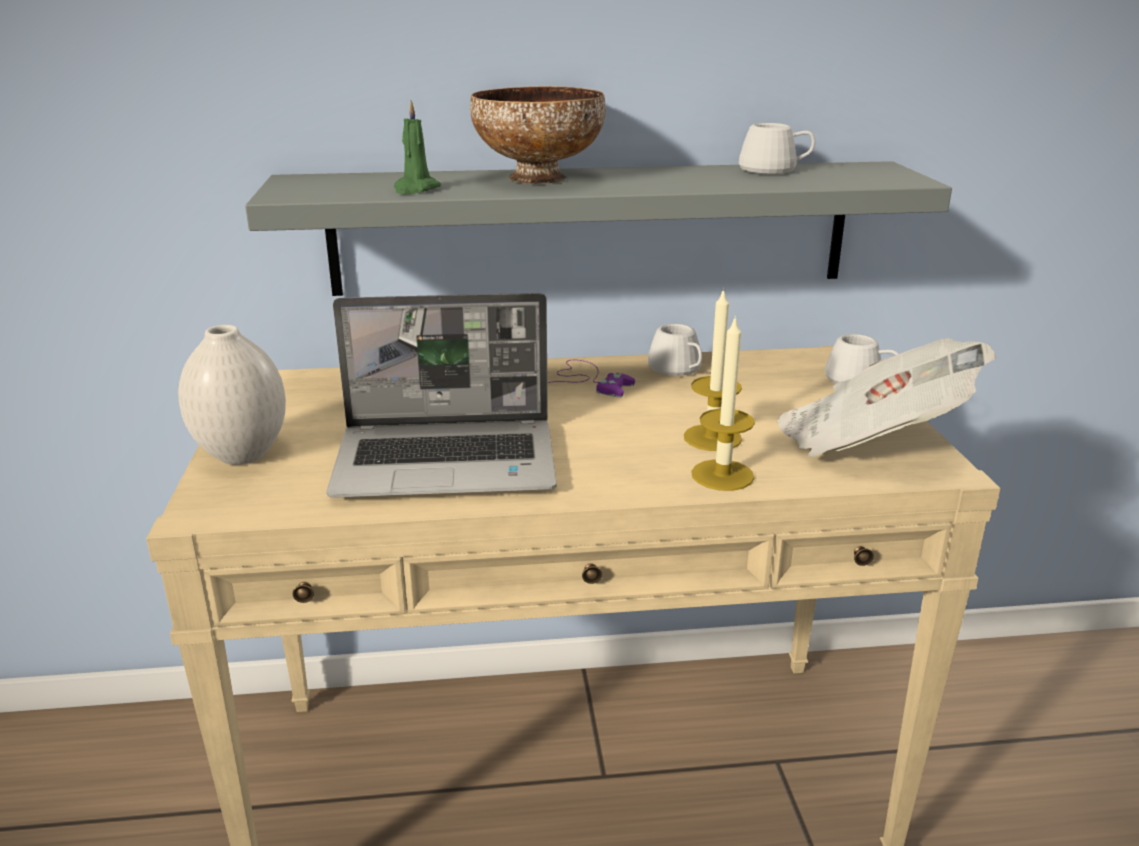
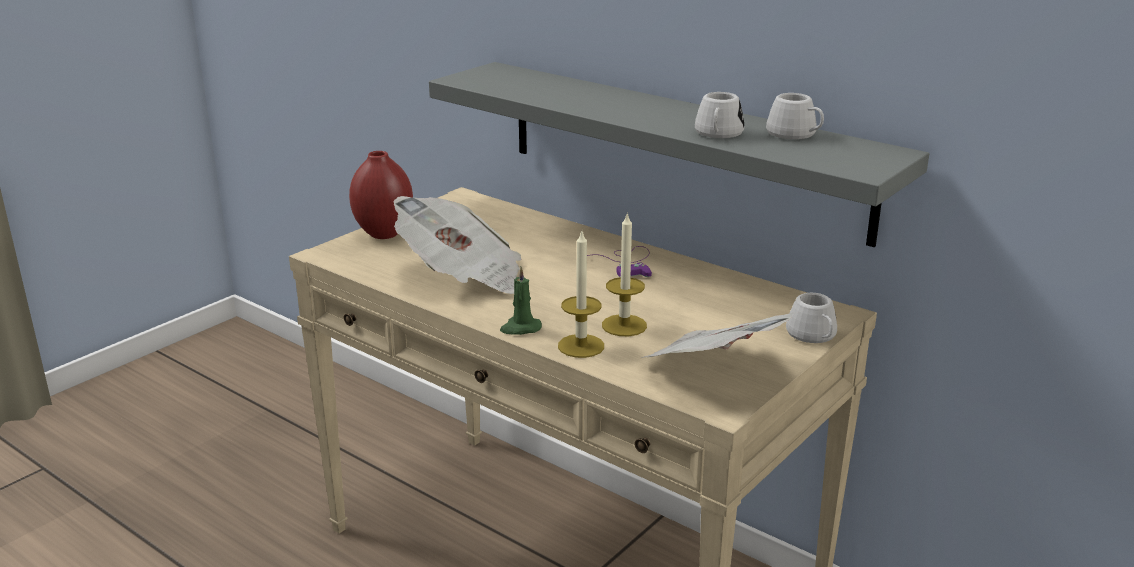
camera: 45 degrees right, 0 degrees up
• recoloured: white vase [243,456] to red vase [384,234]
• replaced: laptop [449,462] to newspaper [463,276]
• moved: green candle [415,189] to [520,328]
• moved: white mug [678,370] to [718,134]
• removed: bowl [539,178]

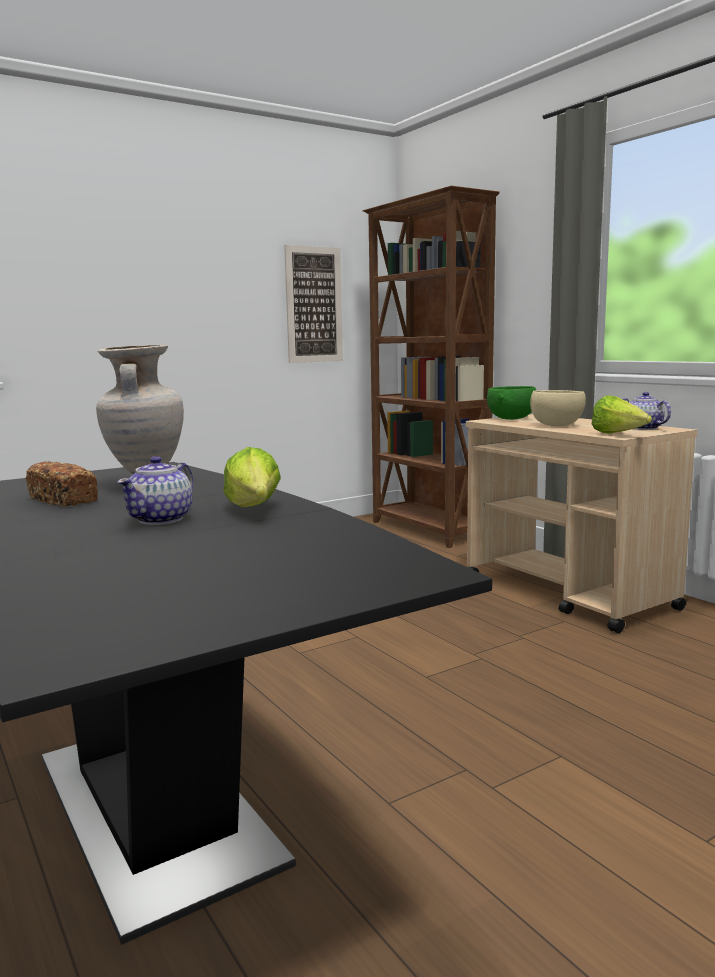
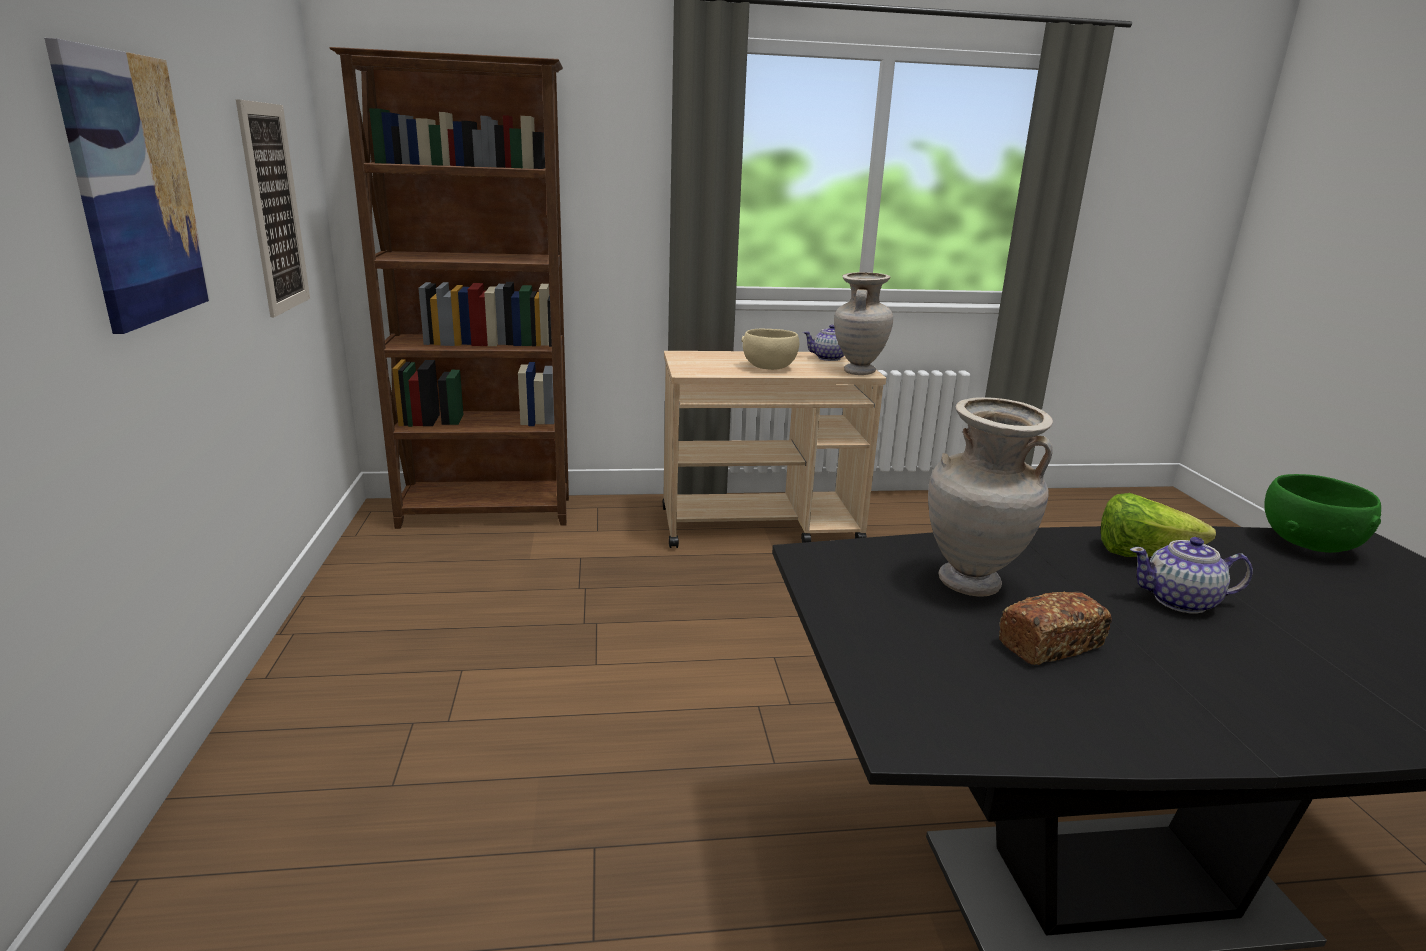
camera: 65 degrees left, 10 degrees up
• added: picture [134,190]
• replaced: lettuce [618,434] to beige vase [857,372]
• turned: teapot [161,519] = [1181,601] 135 degrees clockwise
• moved: green bowl [511,419] to [1309,544]

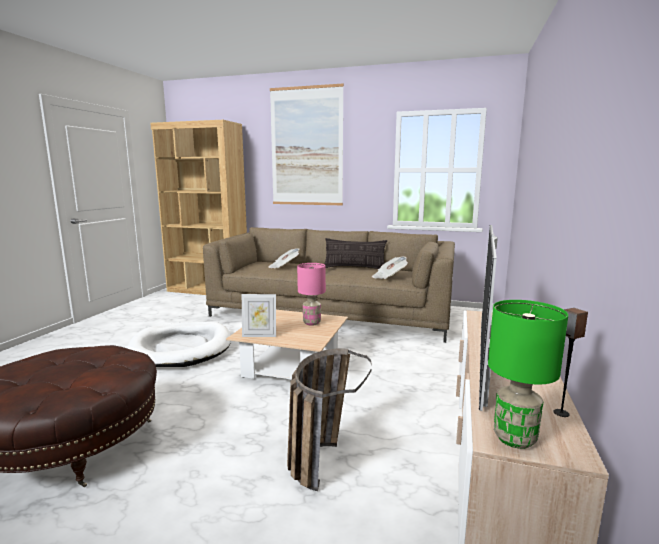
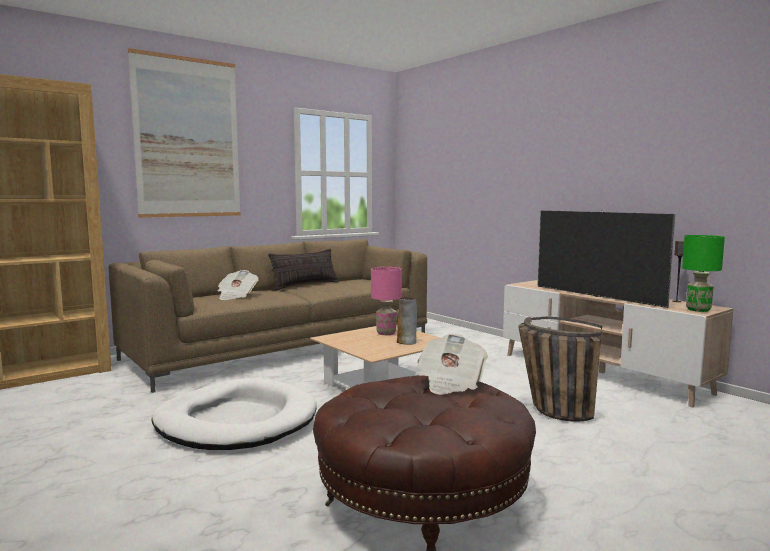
camera: 55 degrees left, 5 degrees down
• added: vase [407,342]
• moved: newspaper [389,277] to [450,383]
• removed: picture frame [259,335]

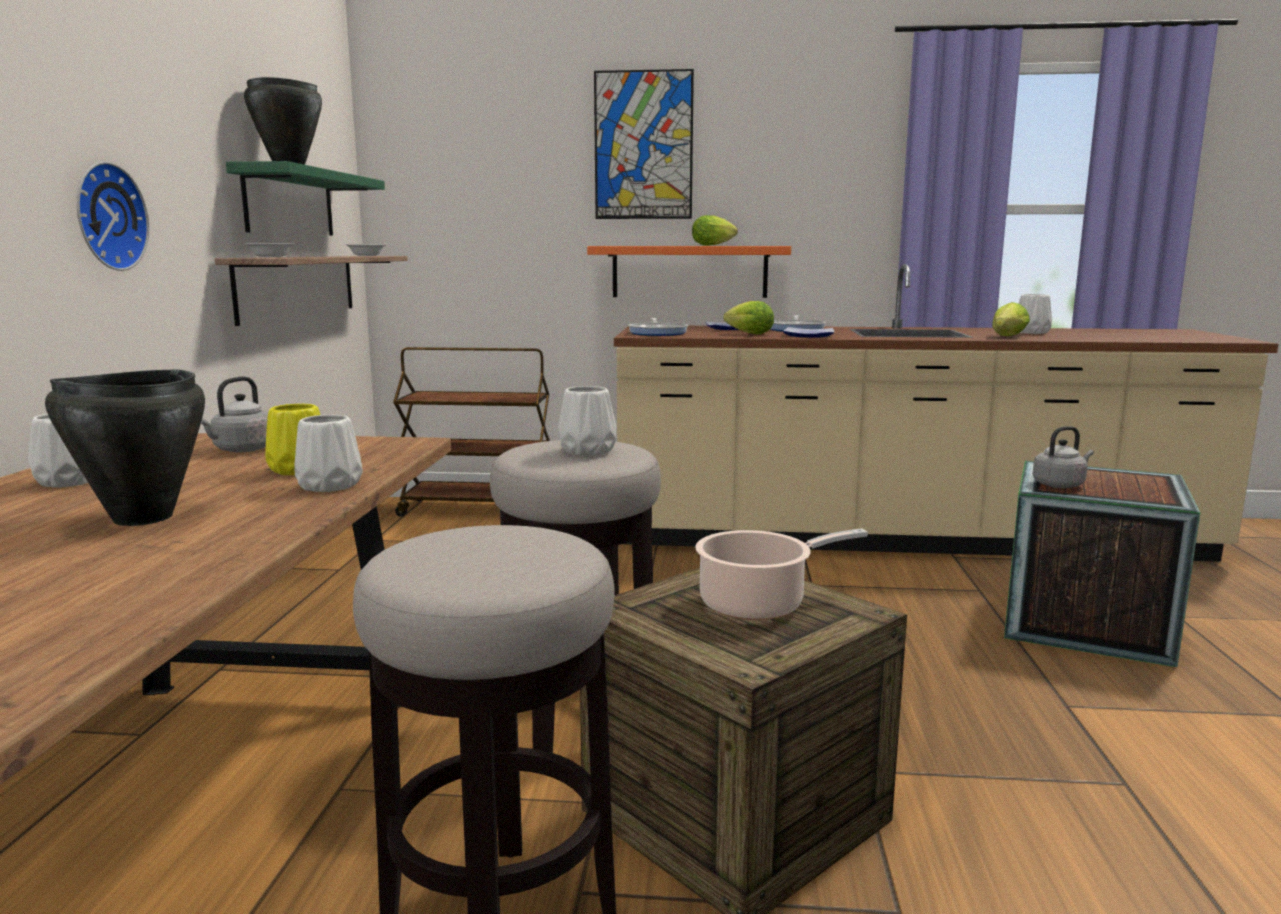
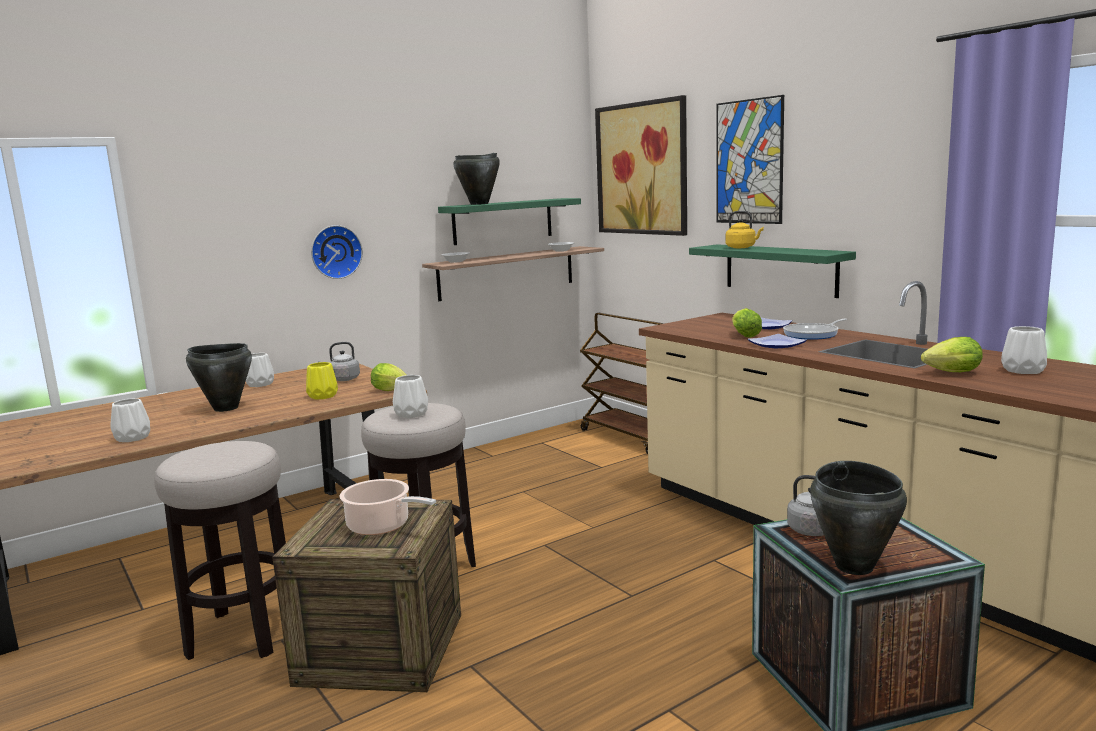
camera: 50 degrees right, 0 degrees up
• moved: white vase [329,486] to [131,438]
• moved: lettuce [715,245] to [392,391]
• added: picture [642,169]
• recoloured: orange shelf [689,272] to green shelf [780,269]
• added: yellow kettle [742,247]
• added: black cooking pot [854,566]
• removed: frying pan [658,333]

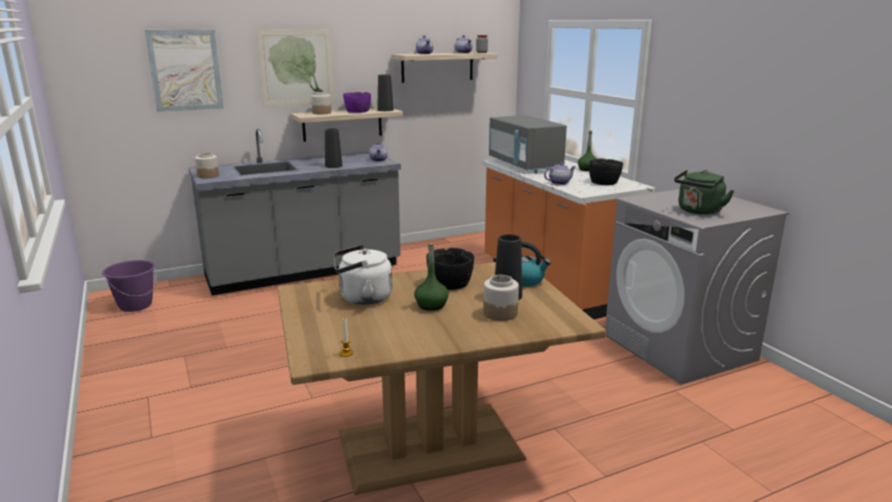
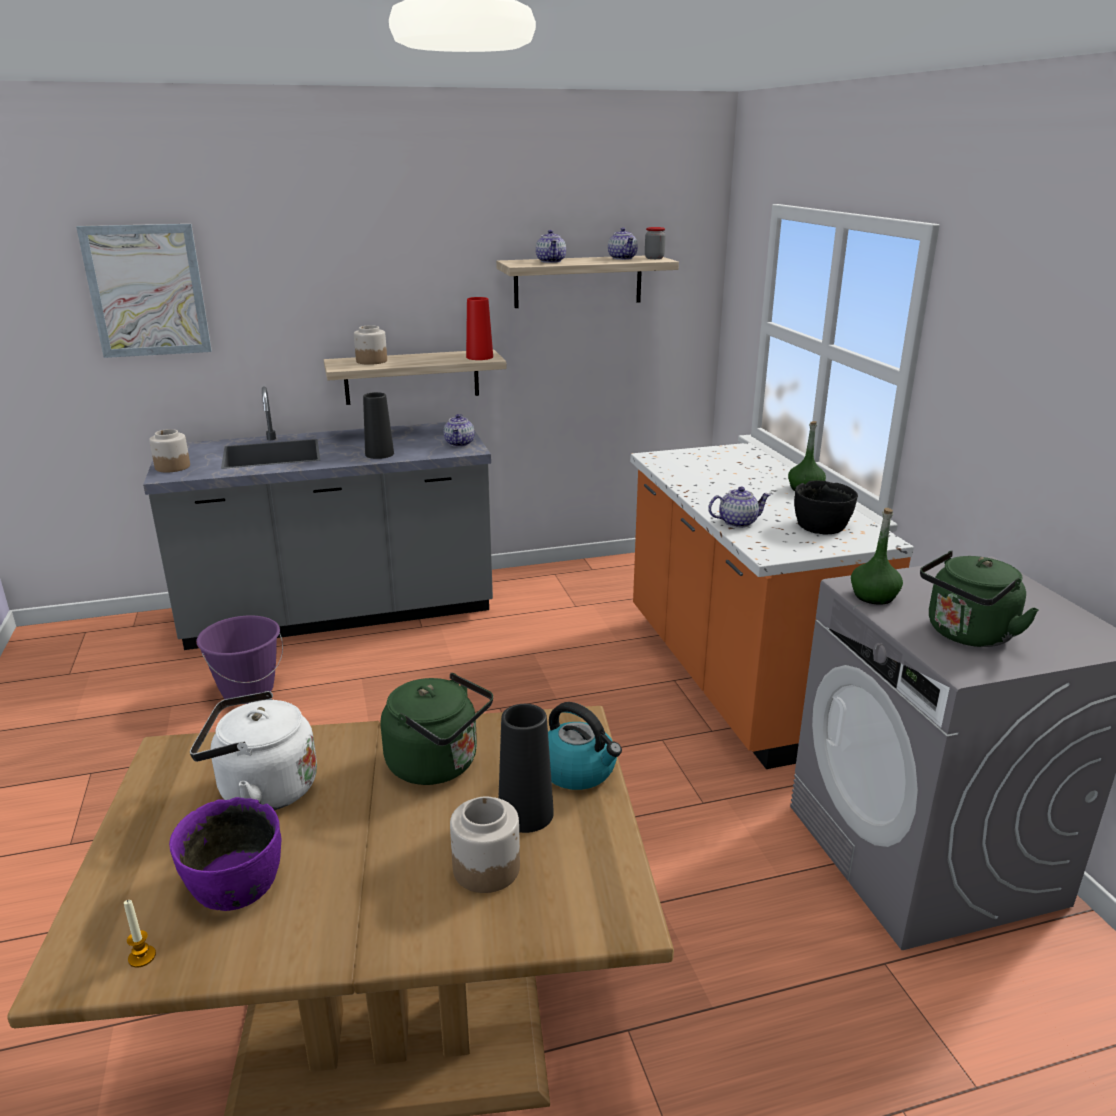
camera: 10 degrees right, 5 degrees up
• moved: purple bowl [358,111] to [234,883]
• moved: purple bucket [135,305] to [248,691]
• replaced: black bowl [450,283] to green kettle [438,765]
• recoloured: black vase [385,110] to red vase [479,357]
• moved: green bottle [431,305] to [874,596]
• removed: picture [296,68]
• removed: grey microwave [524,165]

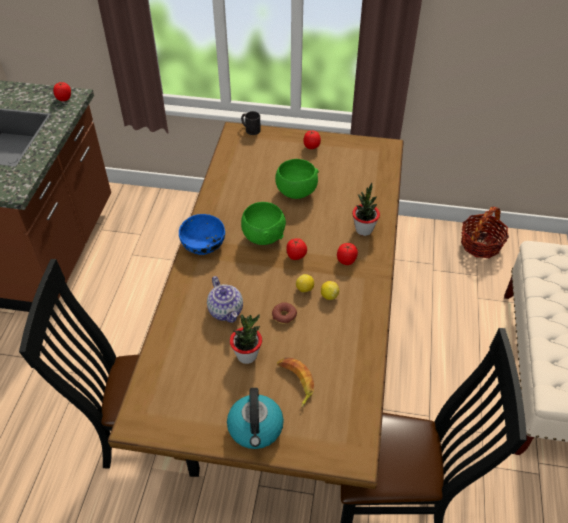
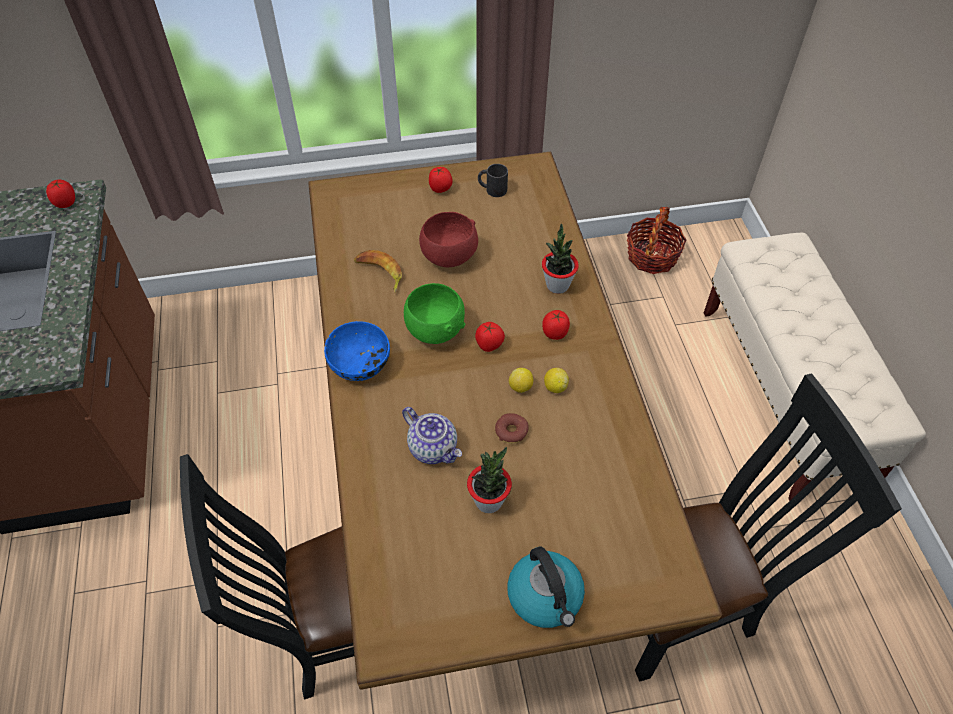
camera: 20 degrees left, 5 degrees up
• moved: banana [295,382] to [379,273]
• recoloured: green bowl [295,192] to red bowl [448,257]
• moved: black mug [250,129] to [492,189]

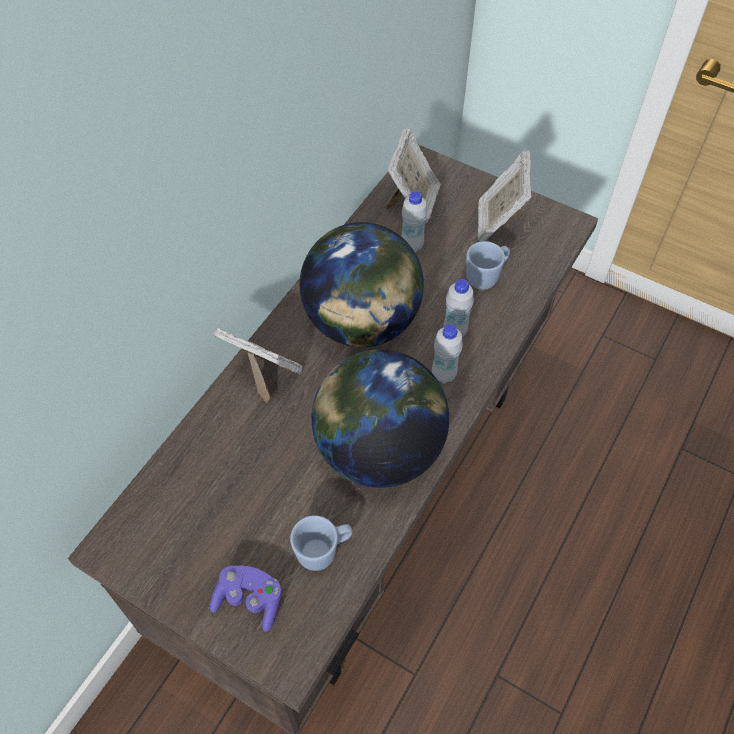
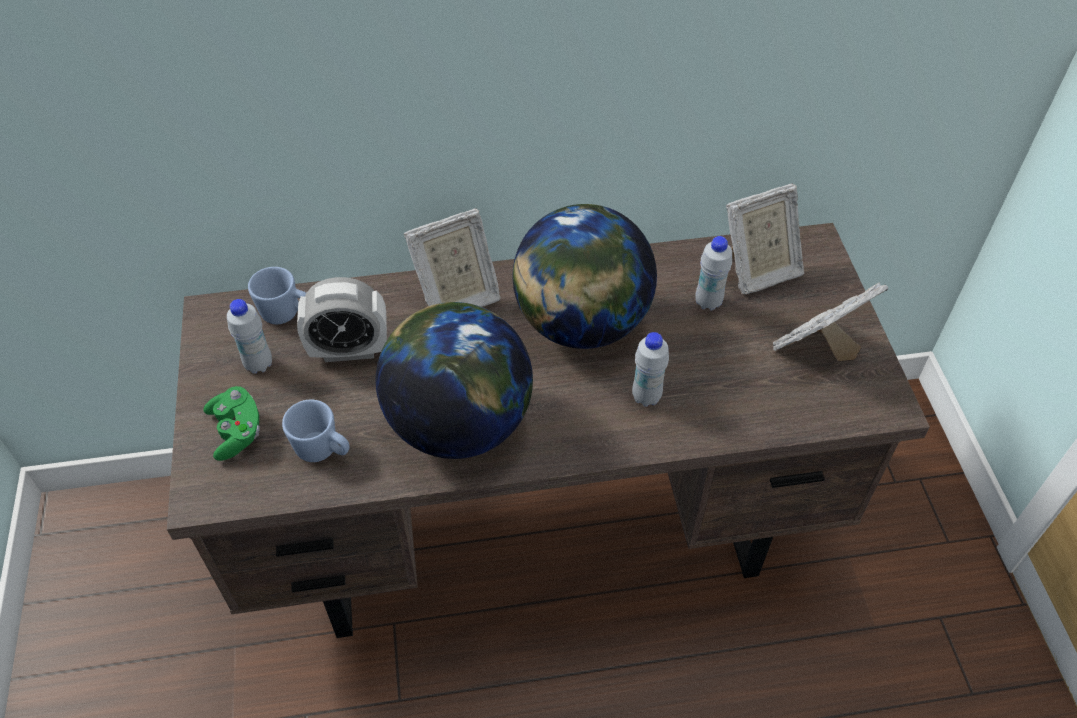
camera: 50 degrees right, 5 degrees down
• recoloured: purple game controller [249,601] to green game controller [236,431]
• moved: white bottle [443,375] to [258,364]
• moved: blue mug [486,276] to [287,314]
• added: alarm clock [349,350]
• turned: picture frame [265,376] = [456,297] 75 degrees clockwise

